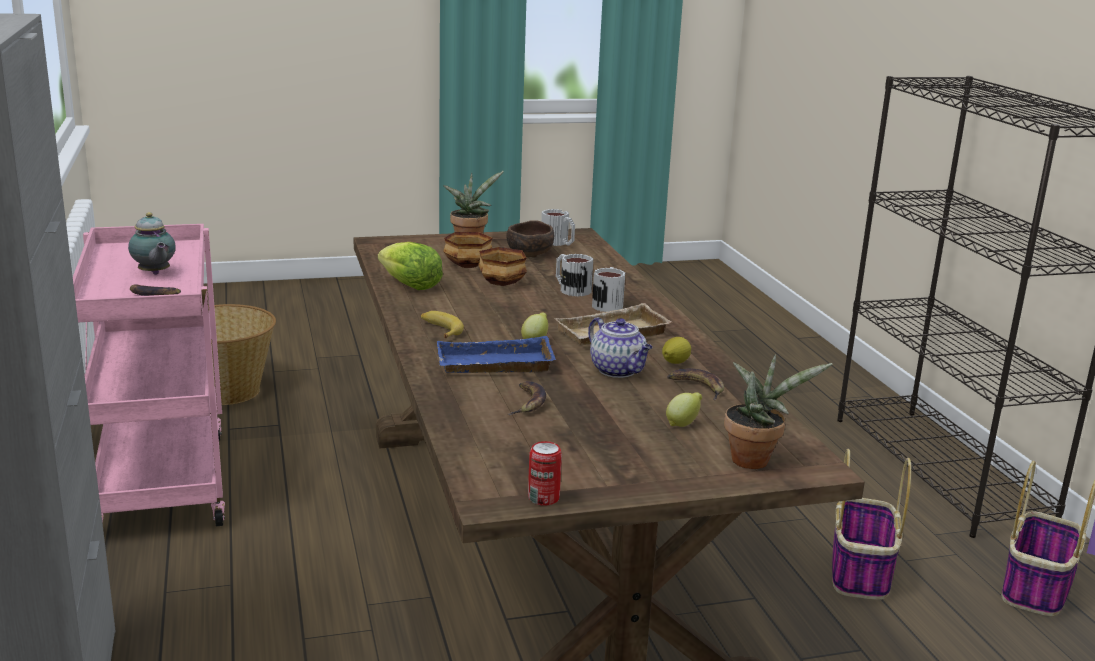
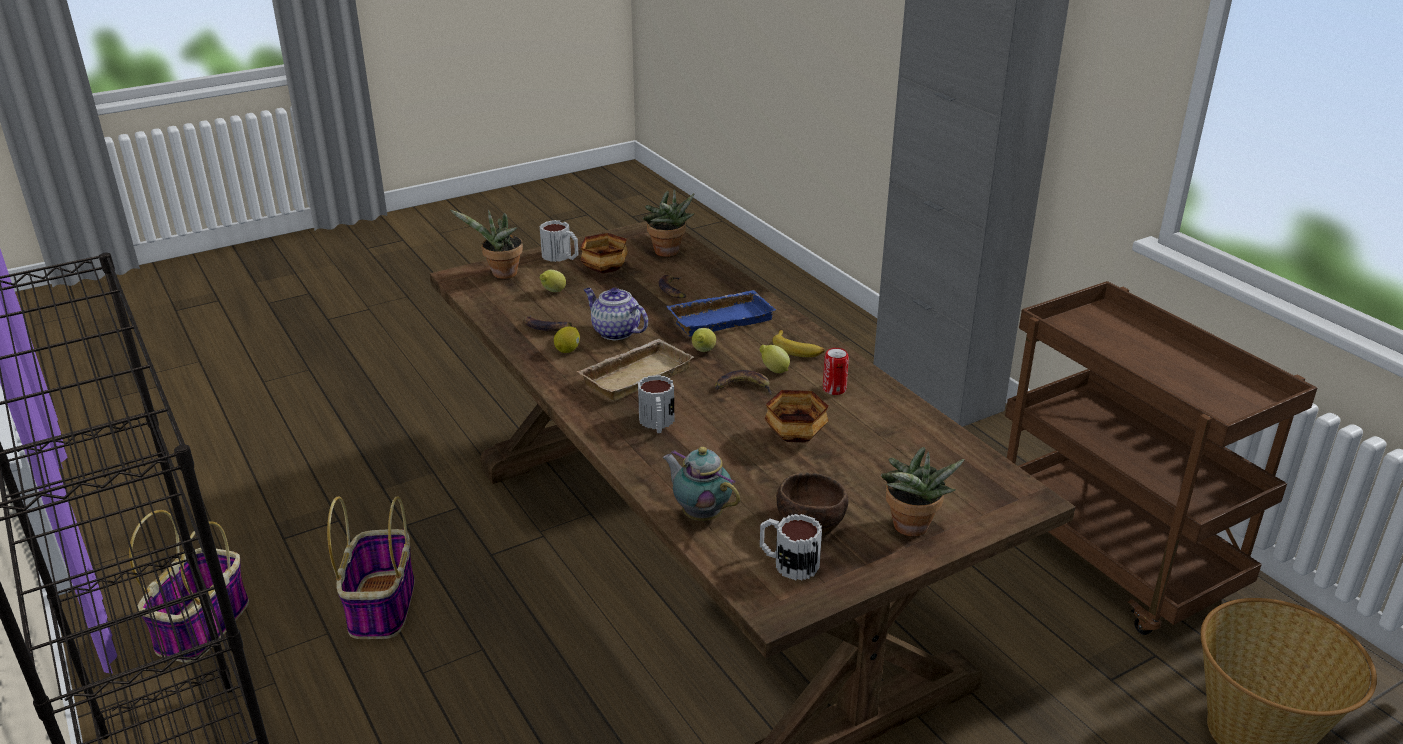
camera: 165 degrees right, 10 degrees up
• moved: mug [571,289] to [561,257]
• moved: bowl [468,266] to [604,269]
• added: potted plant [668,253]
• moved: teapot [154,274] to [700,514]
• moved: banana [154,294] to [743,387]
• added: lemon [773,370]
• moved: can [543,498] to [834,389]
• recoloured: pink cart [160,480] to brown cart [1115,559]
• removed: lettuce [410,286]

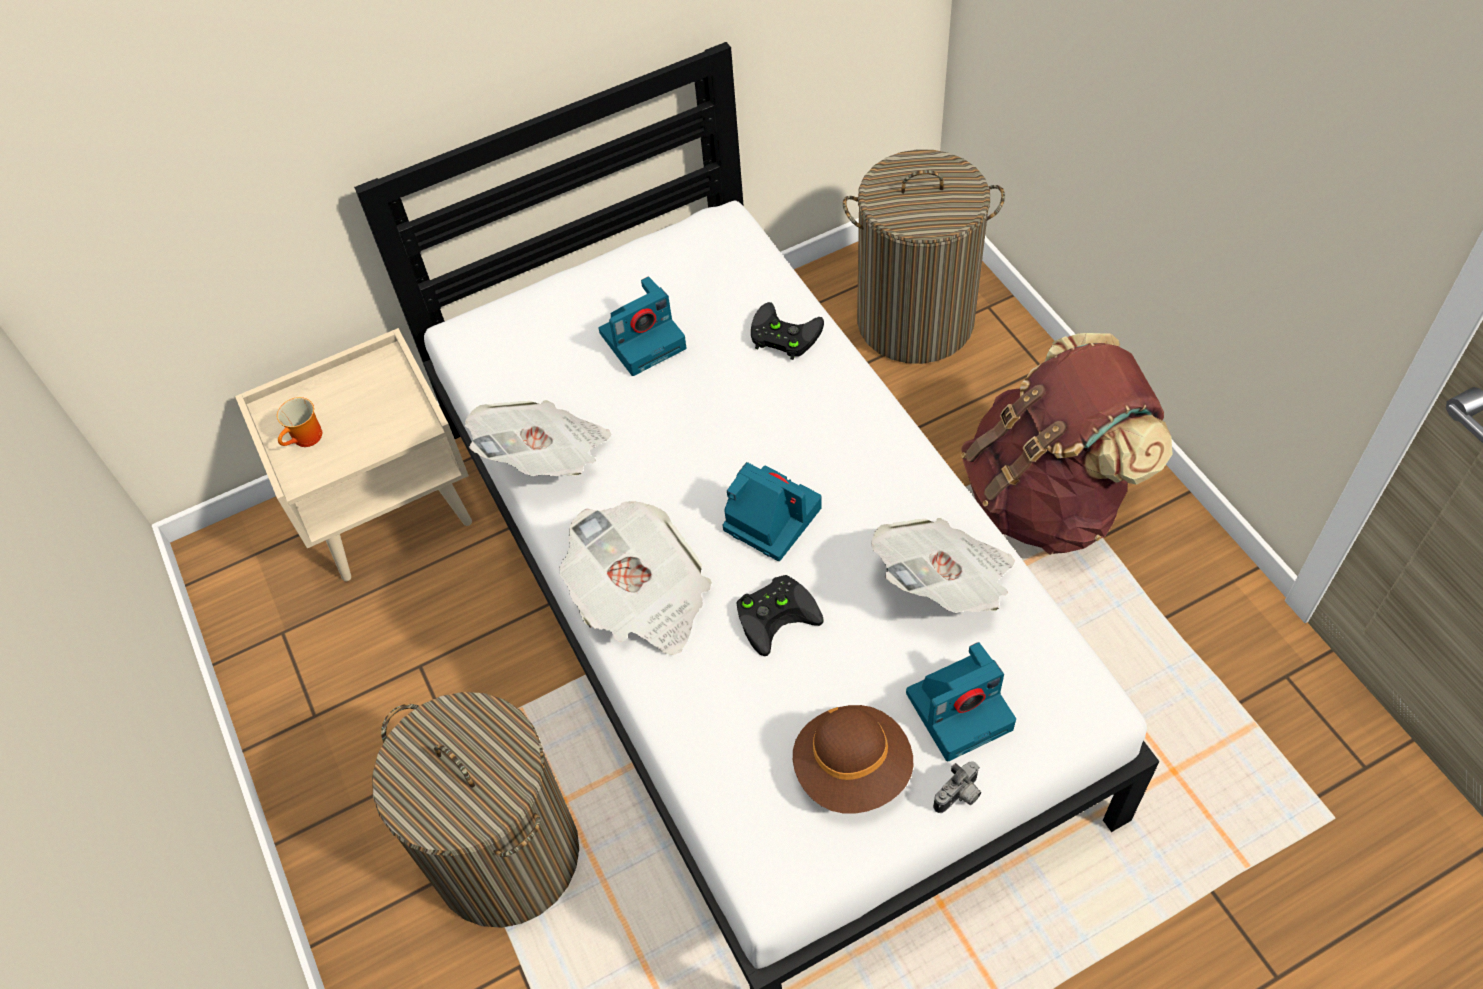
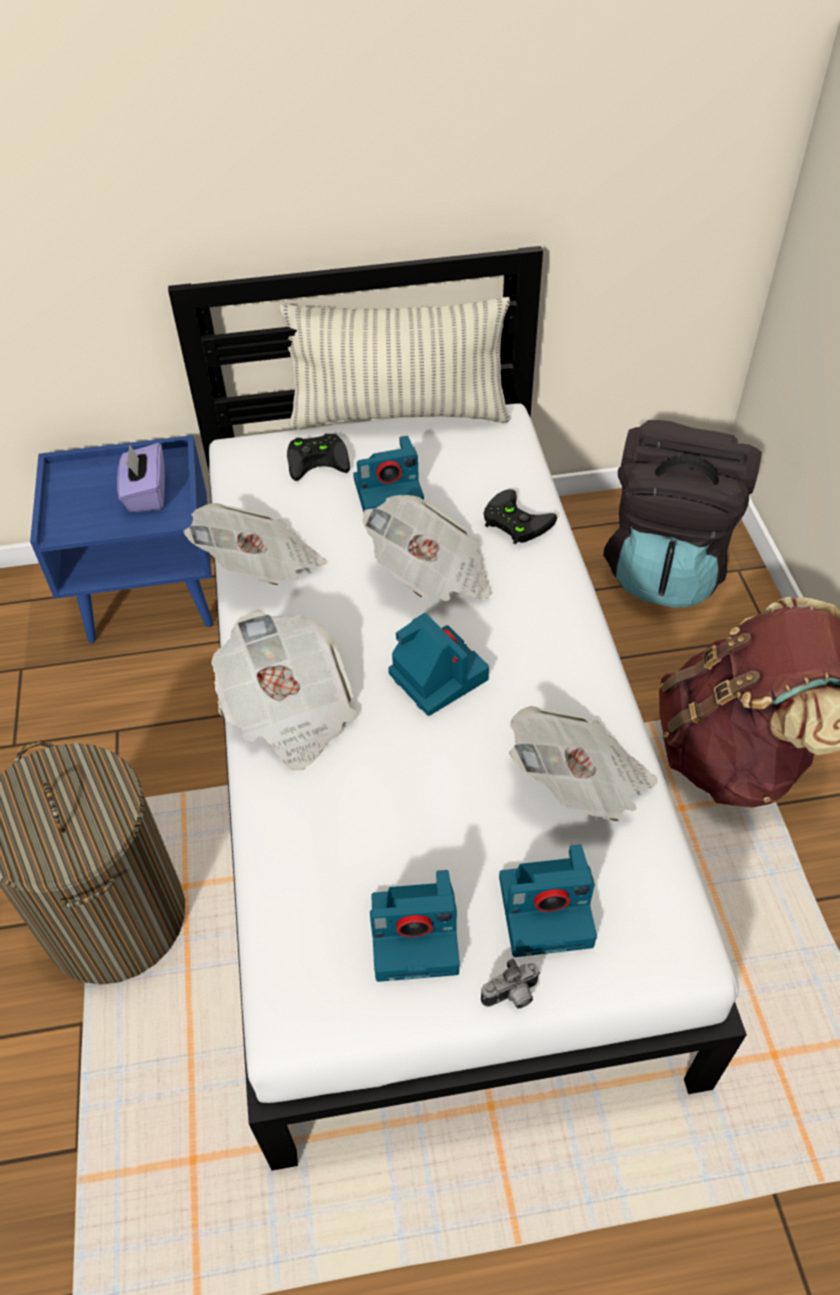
camera: 15 degrees right, 5 degrees down
• recoloured: beige nightstand [391,509] to blue nightstand [152,596]
• added: purple tissue box [146,494]
• added: pillow [399,414]
• moved: black game controller [777,613] to [319,459]
• added: newspaper [431,575]
• replaced: brown hat [852,770] to photo camera [417,934]
• replaced: laundry basket [915,320] to black backpack [666,564]
• removed: mug [307,439]

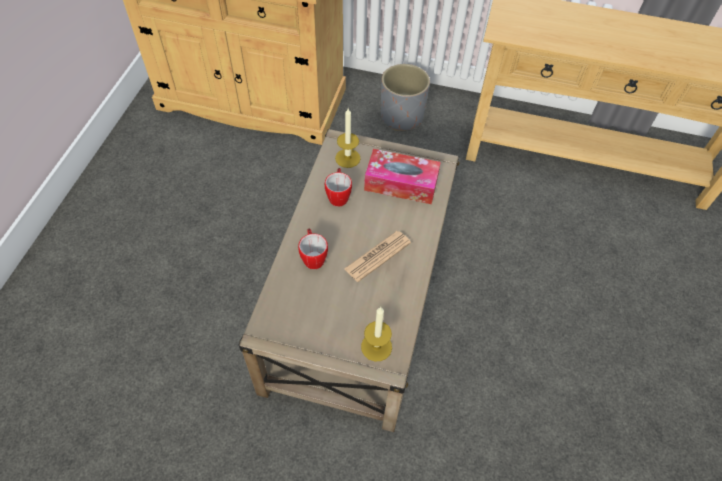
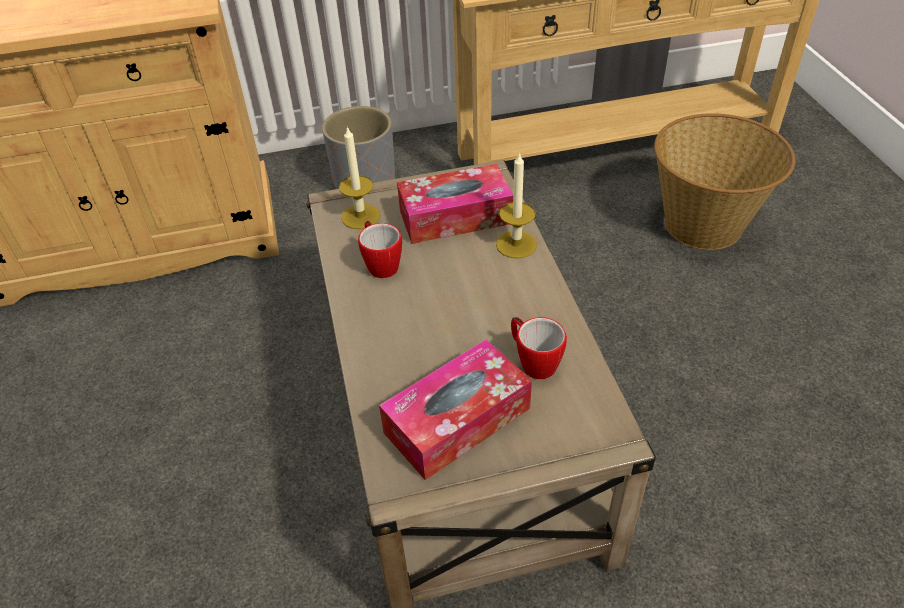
camera: 25 degrees left, 10 degrees down
• added: tissue box [457,420]
• moved: candle [376,347] to [516,244]
• moved: mug [313,257] to [533,362]
• added: basket [704,224]
• removed: newspaper [377,256]

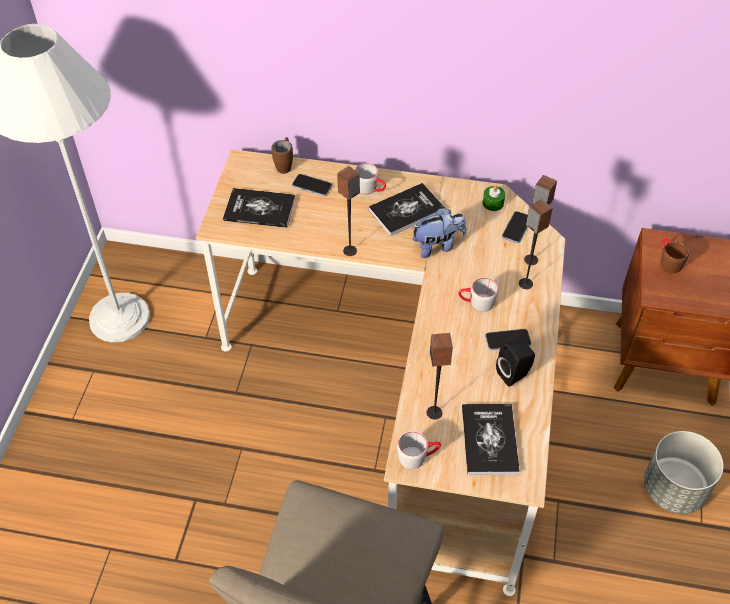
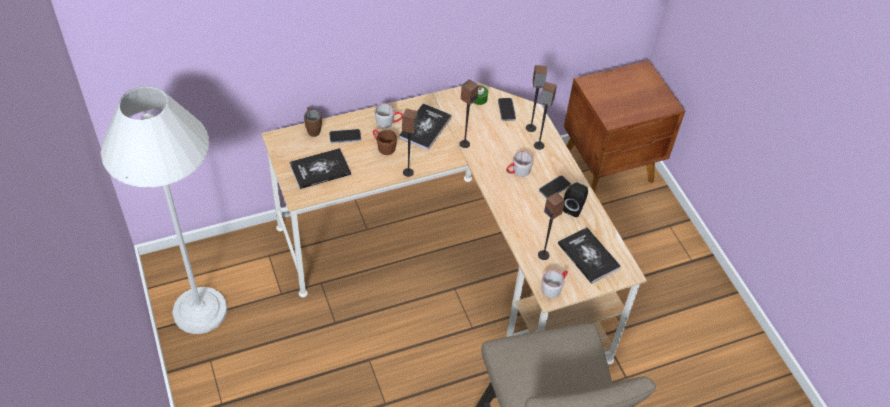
camera: 35 degrees left, 0 degrees up
• moved: brown mug [668,261] to [383,146]
• replaced: plush toy [437,246] to speaker [464,144]
• removed: grey planter [673,489]

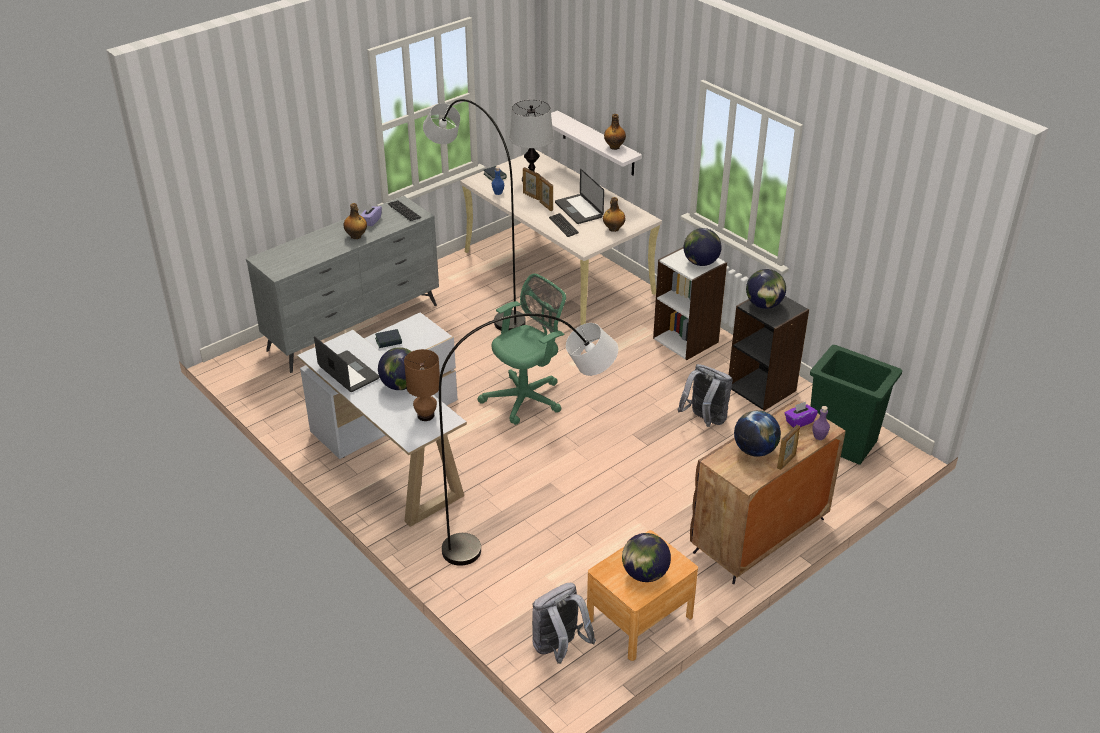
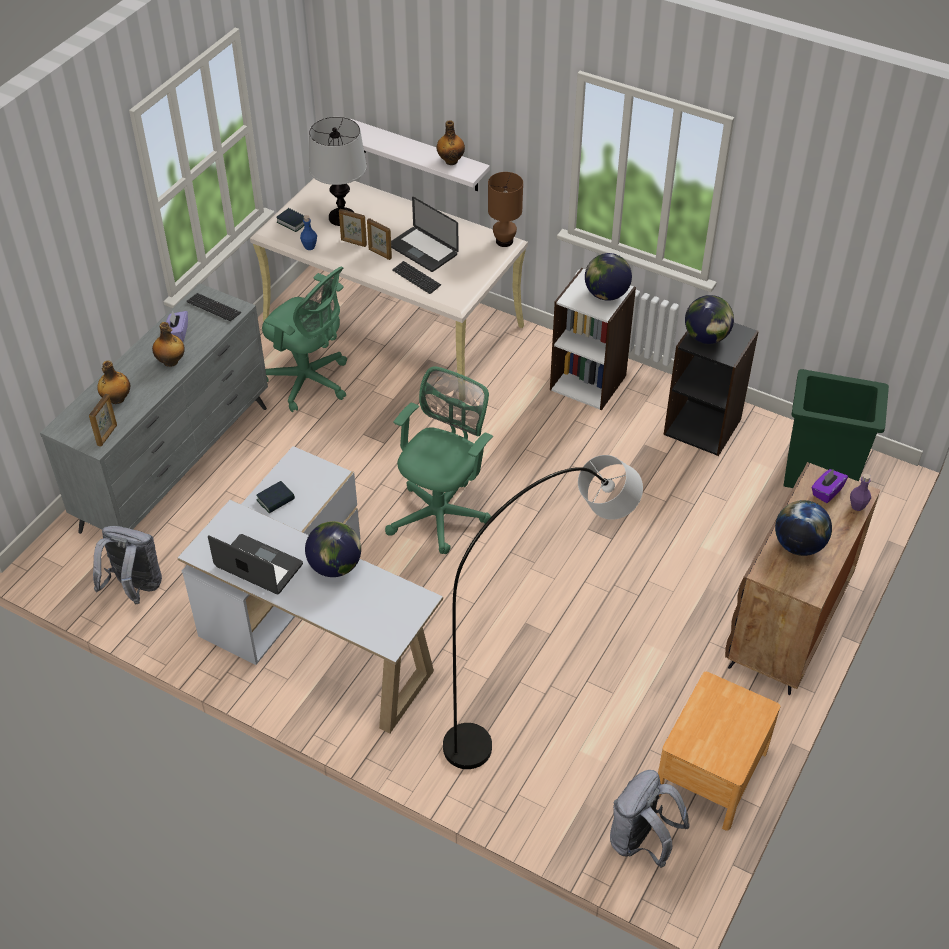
camera: 20 degrees left, 10 degrees up
• moved: picture frame [786,461] to [107,435]
• moved: grey backpack [704,420] to [135,588]
• moved: bottle [613,229] to [116,399]
• replaced: grey floor lamp [476,295] to green office chair [309,382]
• moved: brown table lamp [425,415] to [504,241]
• removed: globe [644,574]

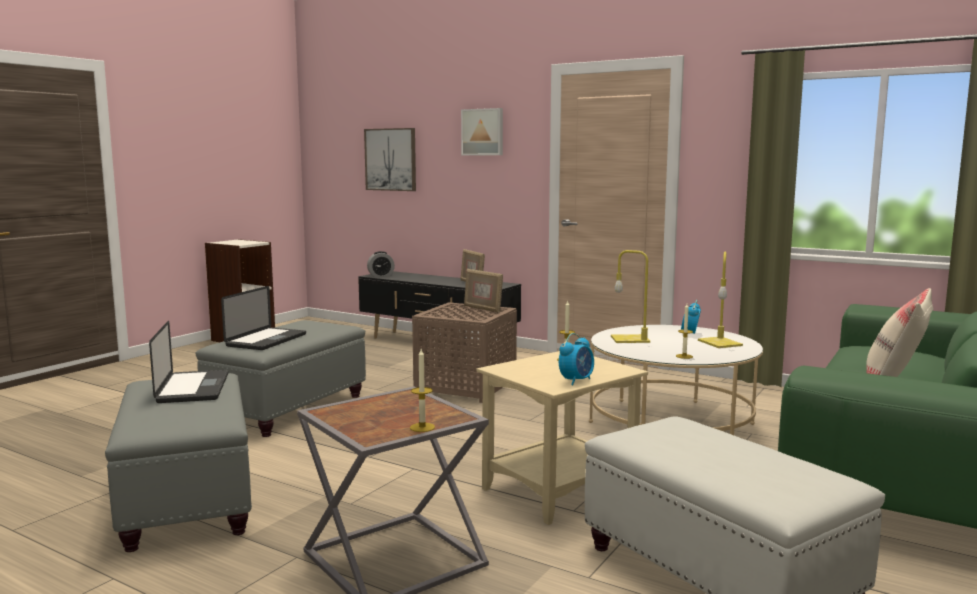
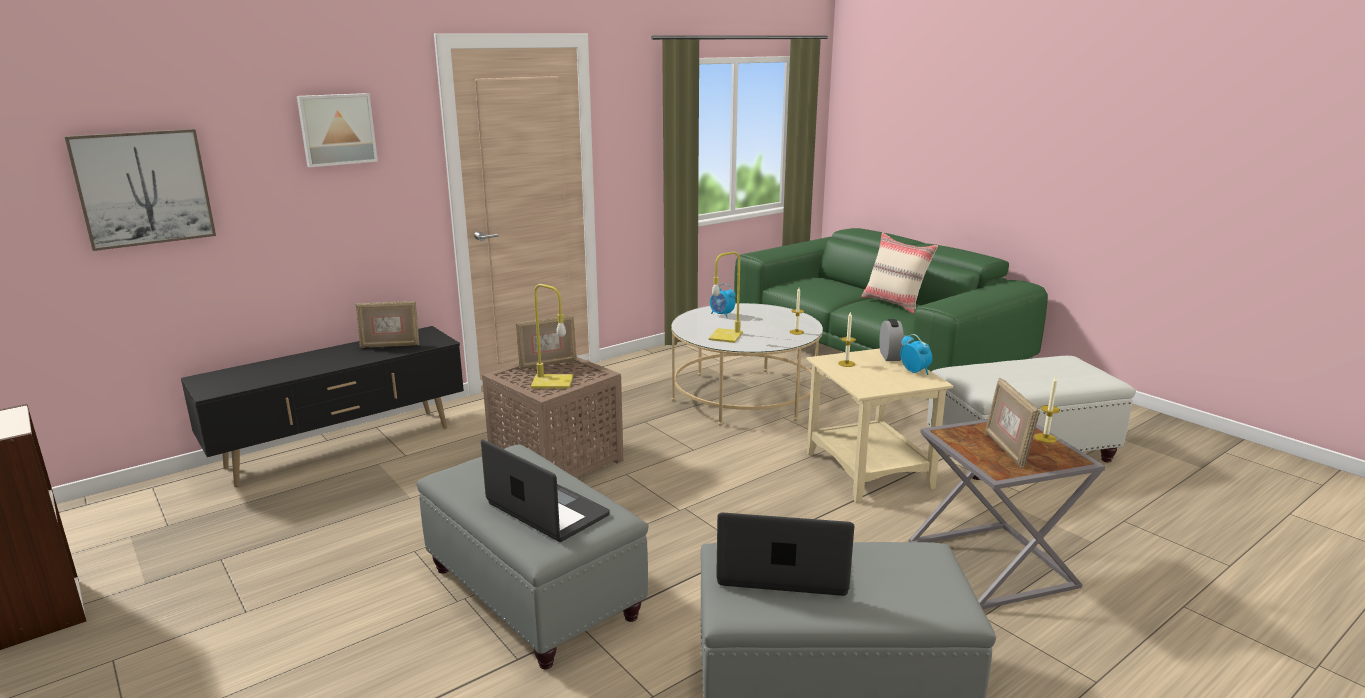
camera: 70 degrees left, 10 degrees up
• moved: yellow table lamp [718,342] to [551,382]
• moved: alarm clock [381,275] to [890,356]
• added: picture frame [1006,449]

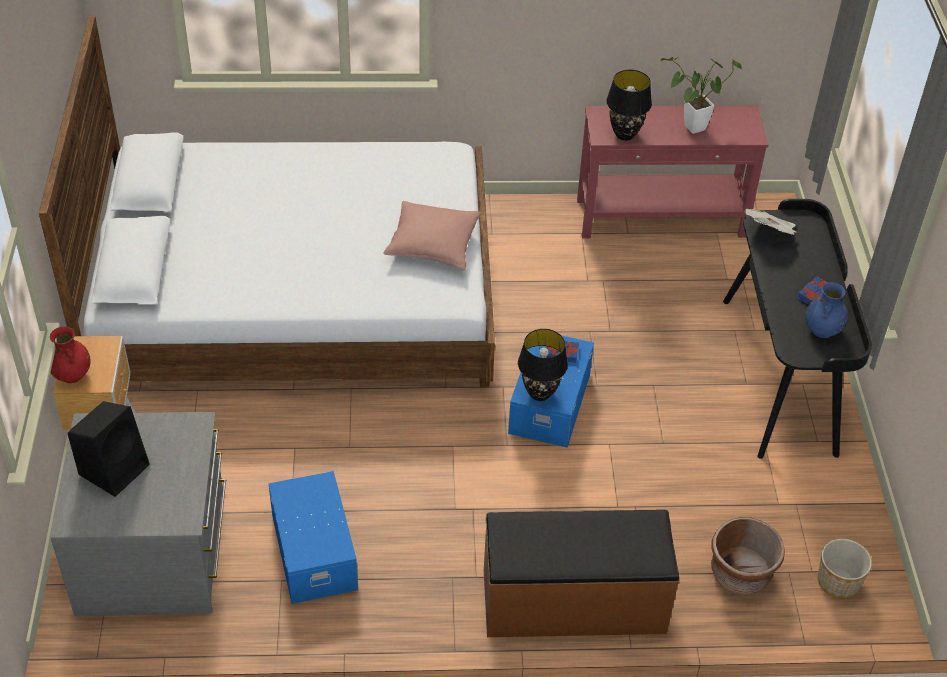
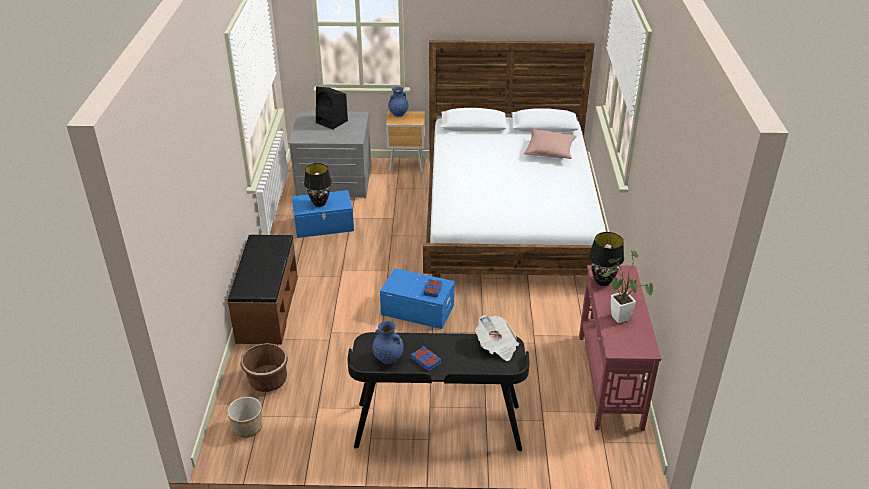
camera: 95 degrees right, 10 degrees down
• moved: black table lamp [539,393] to [319,203]
• recoloured: red vase [72,375] to blue vase [398,114]
• moved: pink pillow [432,245] to [550,151]

